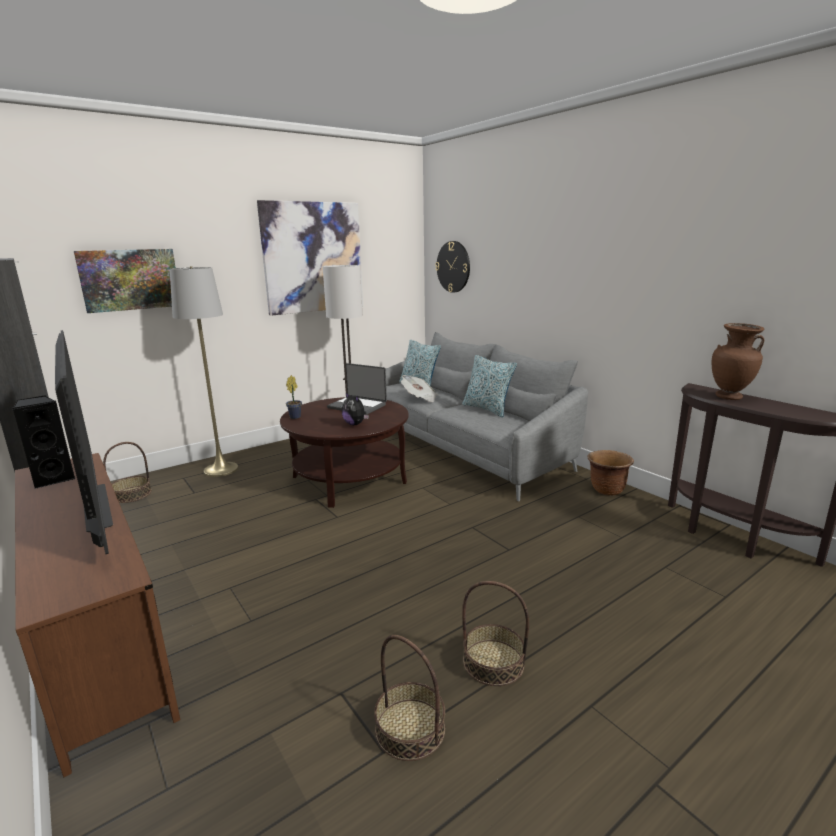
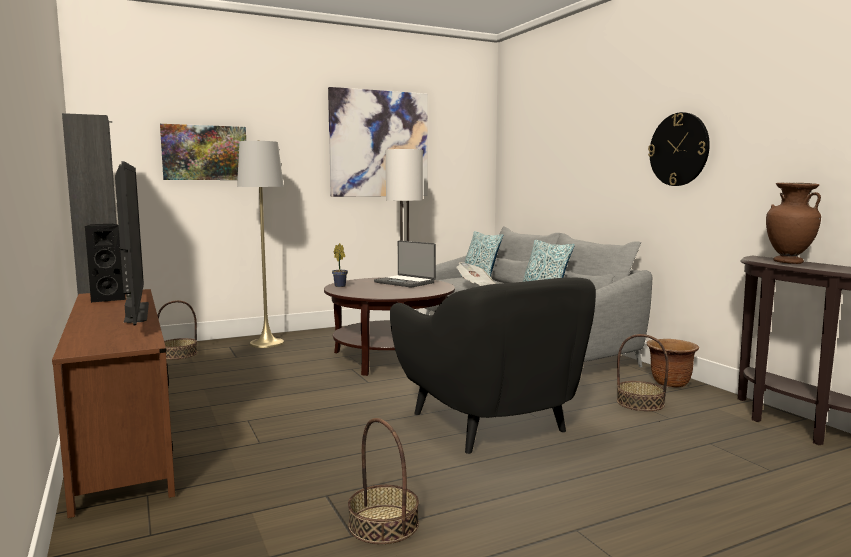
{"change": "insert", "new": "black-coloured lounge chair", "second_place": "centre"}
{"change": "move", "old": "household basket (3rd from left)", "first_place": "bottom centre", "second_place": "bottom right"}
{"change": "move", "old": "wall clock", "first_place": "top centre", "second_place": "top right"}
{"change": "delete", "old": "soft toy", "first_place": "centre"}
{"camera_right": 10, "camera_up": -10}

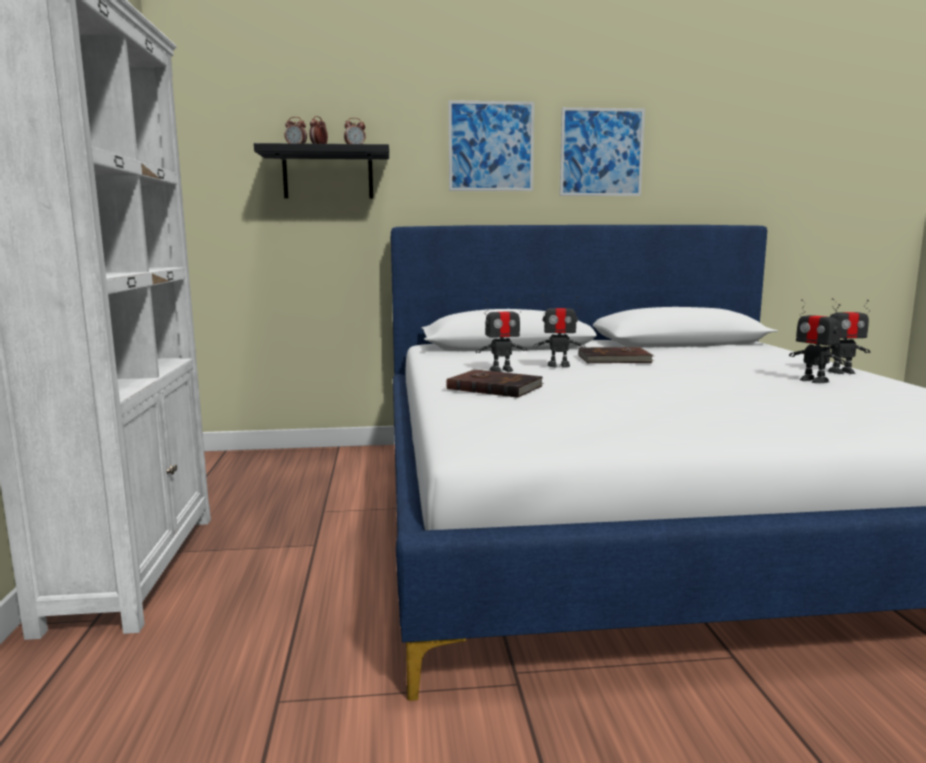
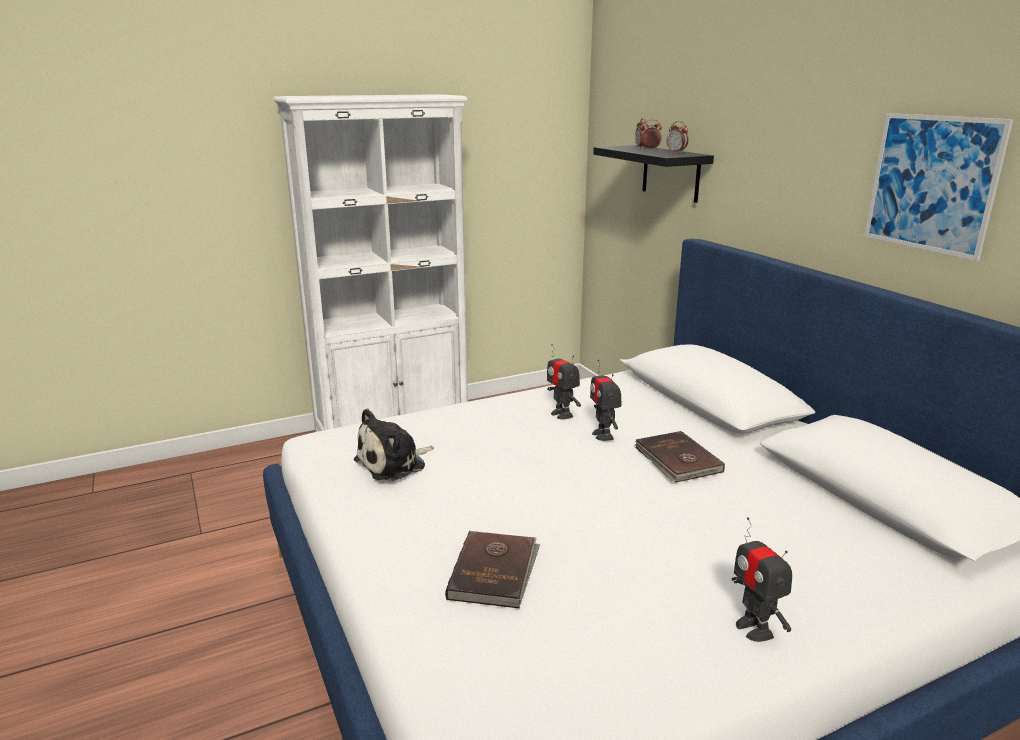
{"change": "insert", "new": "soft toy", "second_place": "centre"}
{"change": "move", "old": "brown-coloured book (1st from left)", "first_place": "centre", "second_place": "bottom centre"}
{"change": "delete", "old": "picture (1st from left)", "first_place": "top centre"}
{"change": "delete", "old": "robot figure (3rd from left)", "first_place": "middle right"}
{"camera_right": 70, "camera_up": 10}

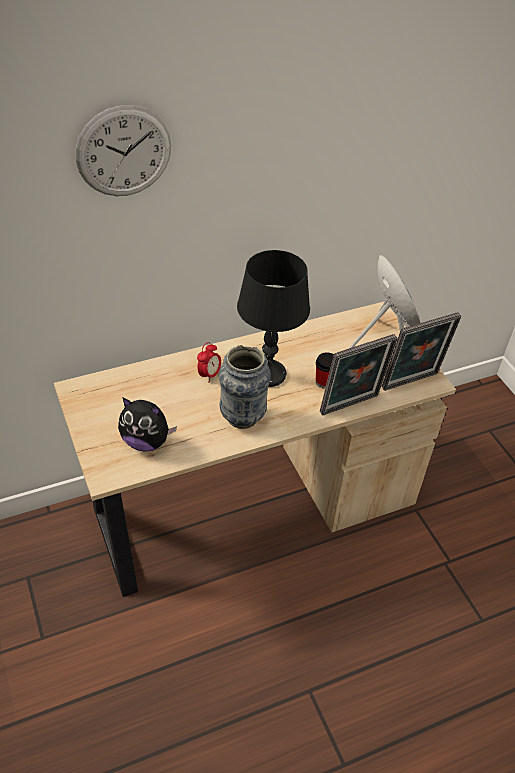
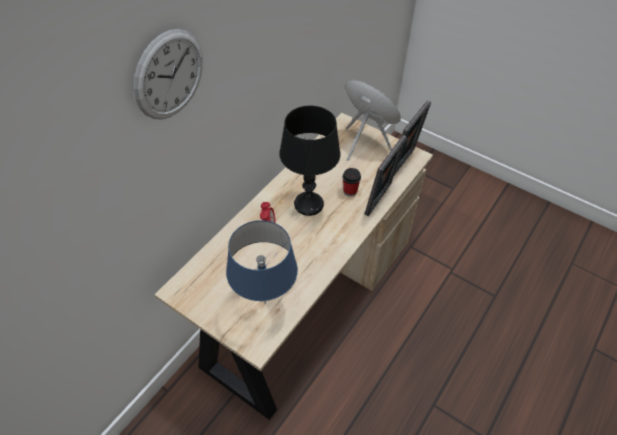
{"change": "replace", "old": "soft toy", "new": "bluish lamp for a table", "first_place": "middle left", "second_place": "centre"}
{"change": "delete", "old": "decorative vase", "first_place": "centre"}
{"camera_right": -30, "camera_up": 5}

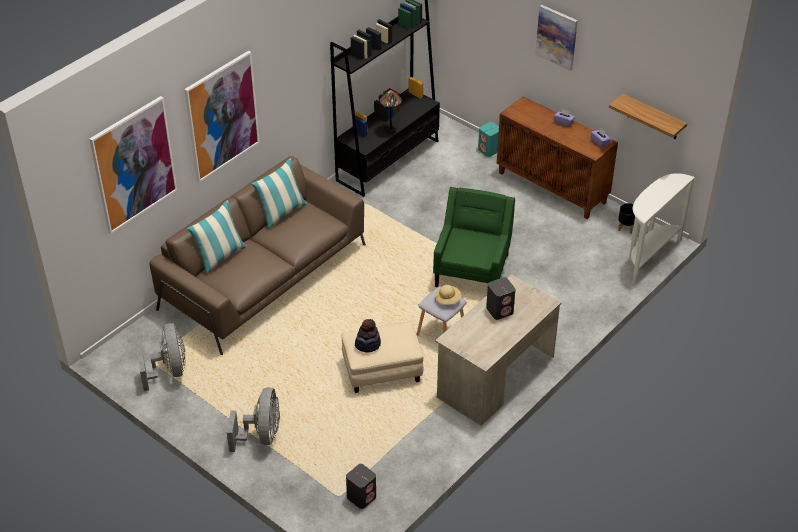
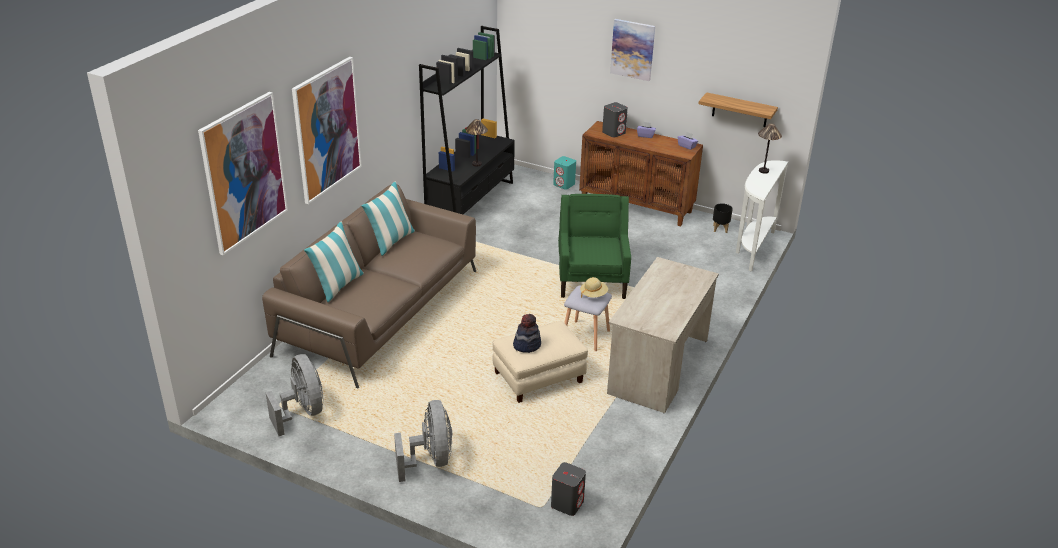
{"change": "move", "old": "greyish loudspeaker (2nd from left)", "first_place": "centre", "second_place": "top centre"}
{"change": "insert", "new": "lamp for a table (2nd from left)", "second_place": "top right"}
{"camera_right": -15, "camera_up": -10}

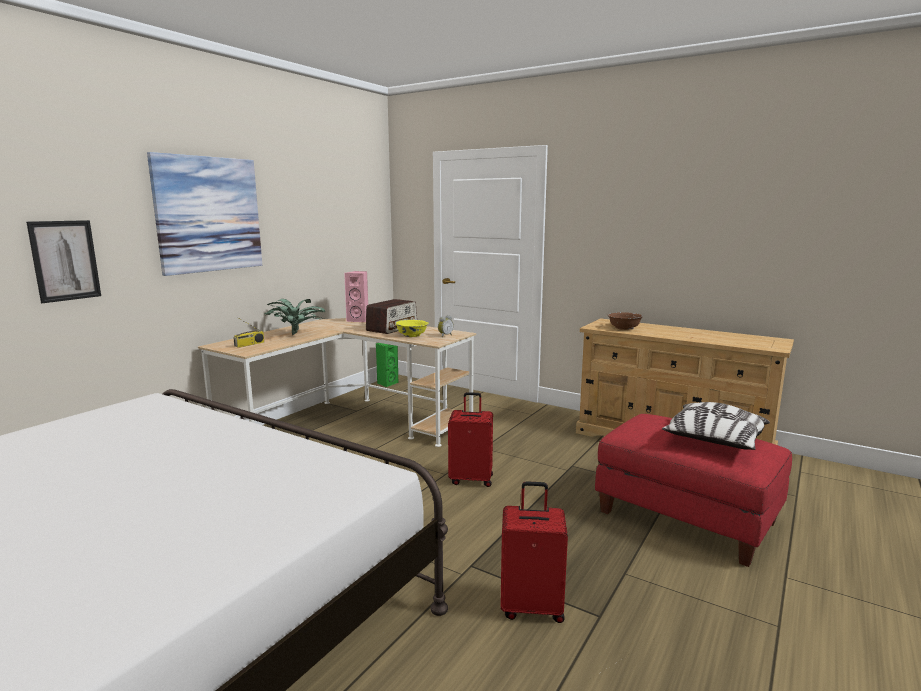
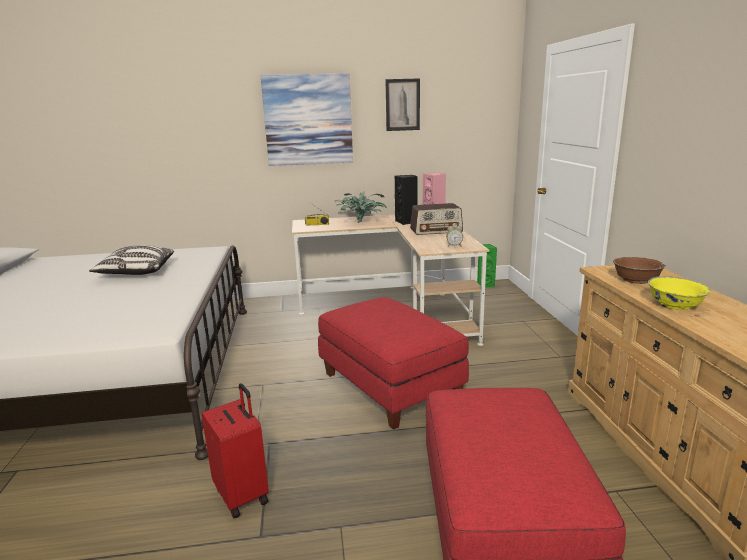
{"change": "move", "old": "pillow", "first_place": "middle right", "second_place": "middle left"}
{"change": "replace", "old": "reddish suitcase (1st from left)", "new": "reddish footrest (1st from left)", "first_place": "centre", "second_place": "centre"}
{"change": "move", "old": "picture (1st from left in the first image)", "new": "picture (2nd from left)", "first_place": "middle left", "second_place": "top centre"}
{"change": "insert", "new": "black-coloured loudspeaker", "second_place": "centre"}
{"change": "move", "old": "yellow deep dish", "first_place": "centre", "second_place": "middle right"}
{"camera_right": 50, "camera_up": 5}

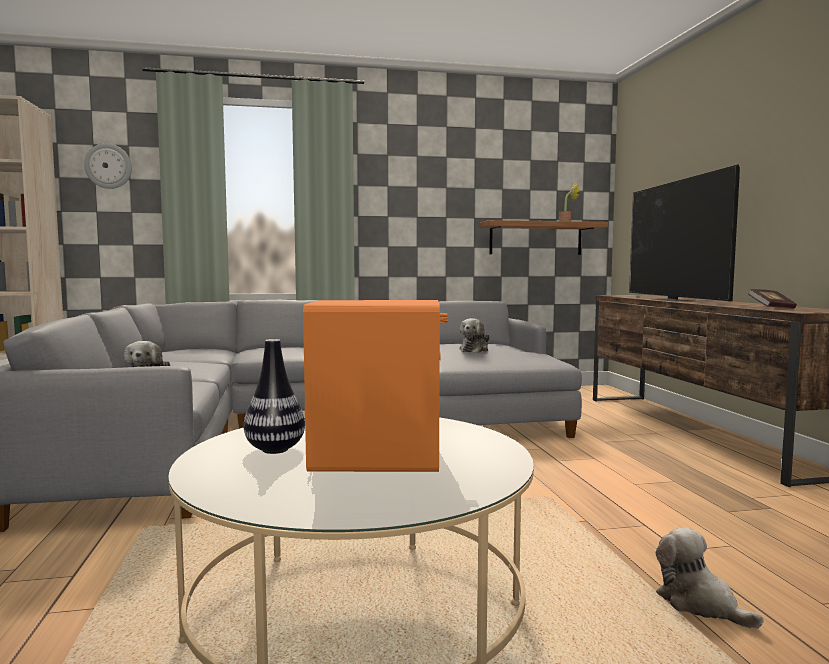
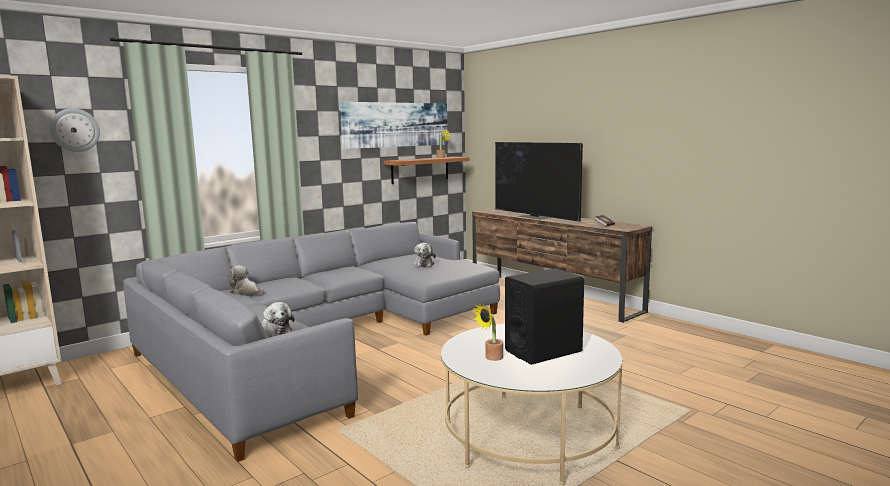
{"change": "move", "old": "soft toy (3rd from left in the first image)", "new": "soft toy (1st from left)", "first_place": "bottom right", "second_place": "middle left"}
{"change": "insert", "new": "picture", "second_place": "top centre"}
{"change": "replace", "old": "decorative vase", "new": "plant in a pot (2nd from left)", "first_place": "middle left", "second_place": "bottom centre"}
{"change": "recolor", "old": "orangey loudspeaker", "new": "black-coloured loudspeaker", "first_place": "centre", "second_place": "centre"}
{"camera_right": -30, "camera_up": 5}

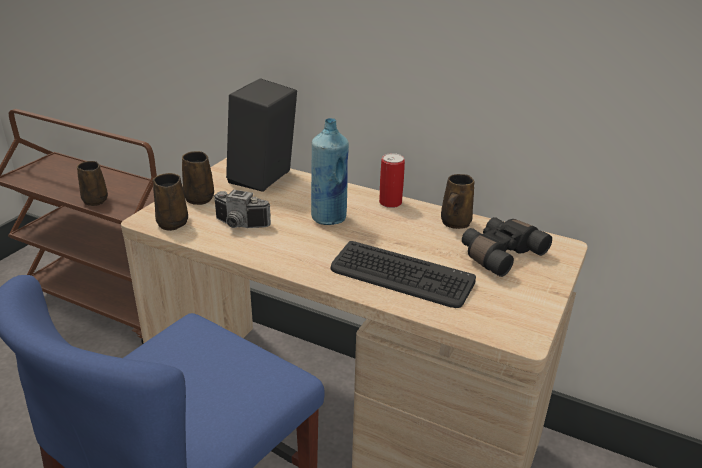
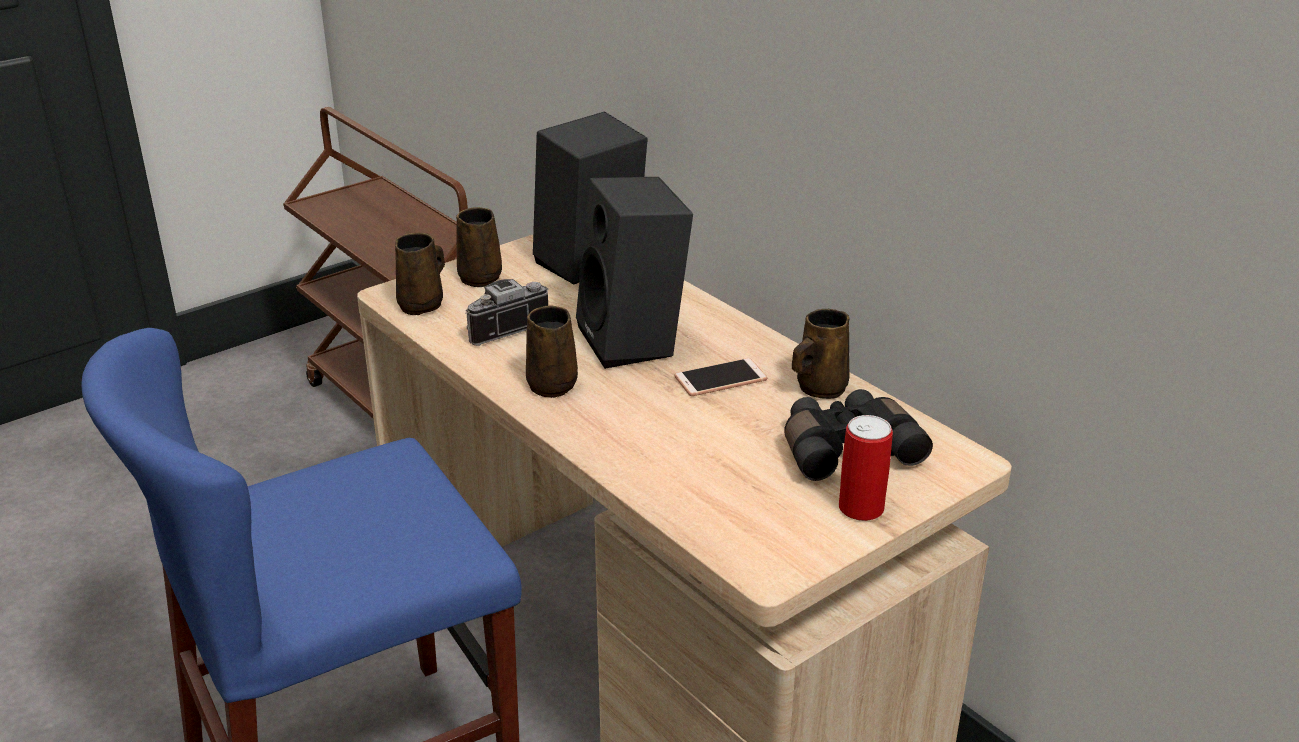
{"change": "rotate", "old": "photo camera", "first_place": "centre", "second_place": "centre", "degrees": 105}
{"change": "move", "old": "brown-coloured coffee mug (1st from left in the first image)", "new": "brown-coloured coffee mug (3rd from left)", "first_place": "middle left", "second_place": "centre"}
{"change": "replace", "old": "bluish drink bottle", "new": "black-coloured loudspeaker (2nd from left)", "first_place": "centre", "second_place": "centre"}
{"change": "insert", "new": "phone", "second_place": "centre"}
{"change": "move", "old": "metal can", "first_place": "centre", "second_place": "middle right"}
{"change": "delete", "old": "PC keyboard", "first_place": "centre"}
{"camera_right": 25, "camera_up": 0}

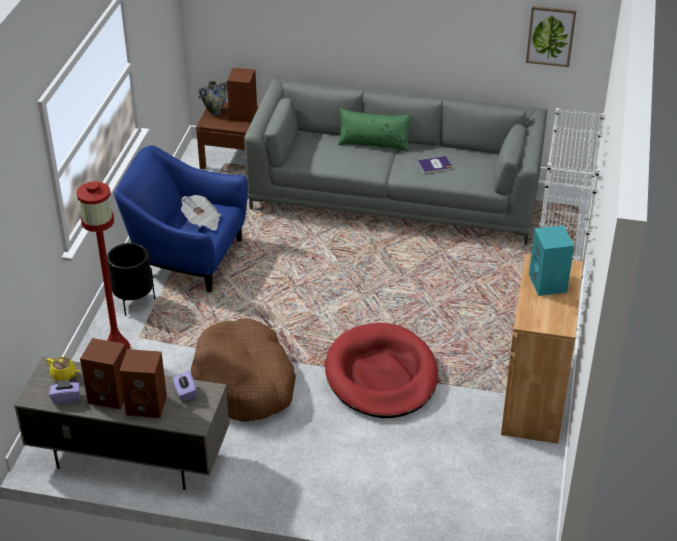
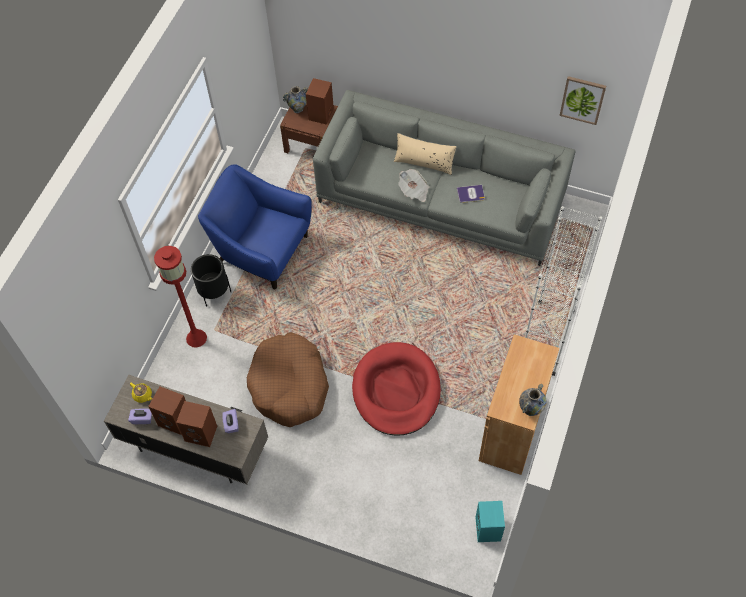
{"change": "recolor", "old": "green-coloured pillow", "new": "sand-coloured pillow", "first_place": "top centre", "second_place": "top centre"}
{"change": "move", "old": "newspaper", "first_place": "middle left", "second_place": "top centre"}
{"change": "move", "old": "turquoise-coloured loudspeaker", "first_place": "middle right", "second_place": "bottom centre"}
{"change": "insert", "new": "decorative vase (2nd from left)", "second_place": "bottom right"}
{"camera_right": 10, "camera_up": 20}

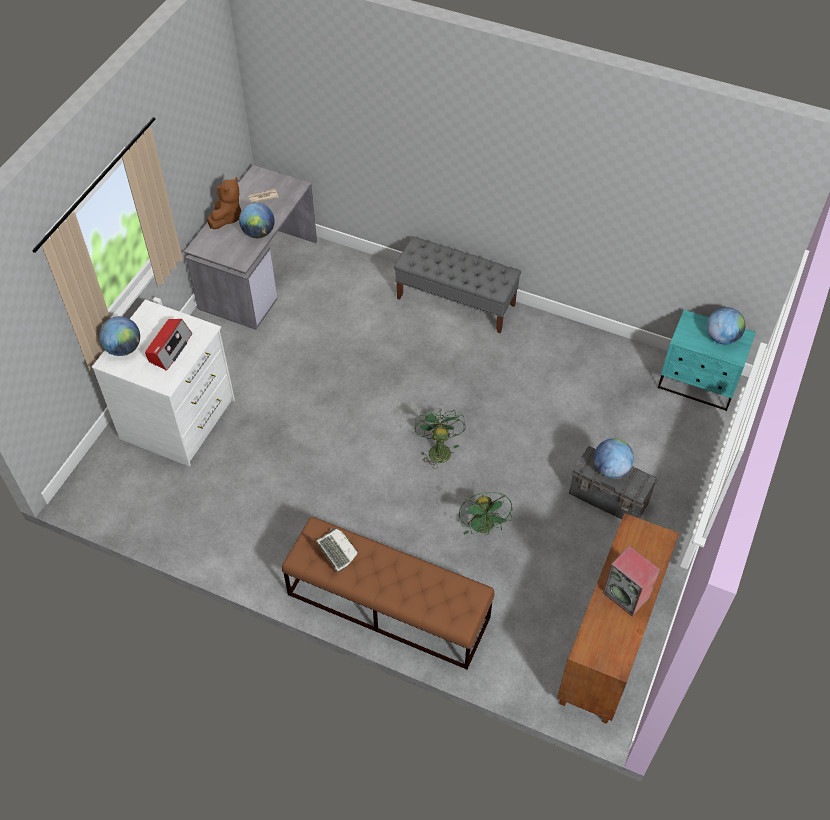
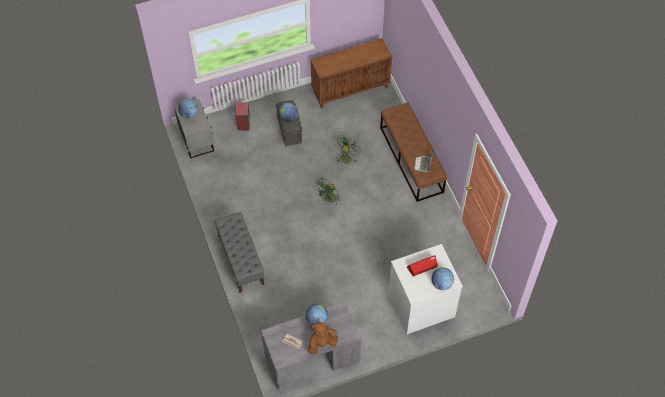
{"change": "recolor", "old": "turquoise-coloured night table", "new": "greyish night table", "first_place": "middle right", "second_place": "top left"}
{"change": "move", "old": "loudspeaker", "first_place": "bottom right", "second_place": "top centre"}
{"camera_right": -135, "camera_up": 5}

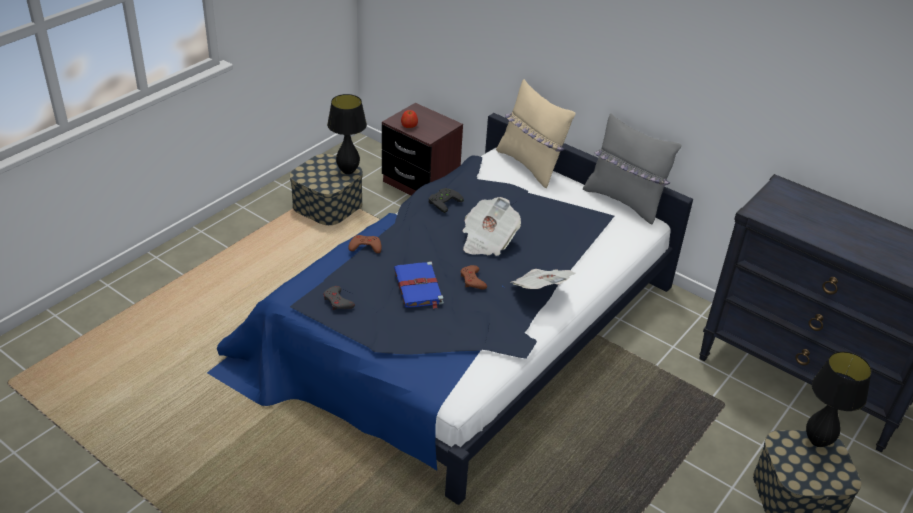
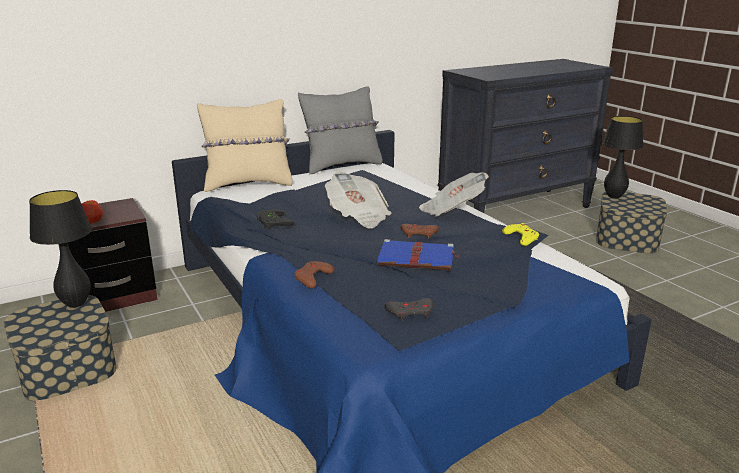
{"change": "insert", "new": "yellow joypad", "second_place": "middle right"}
{"camera_right": -65, "camera_up": -15}

